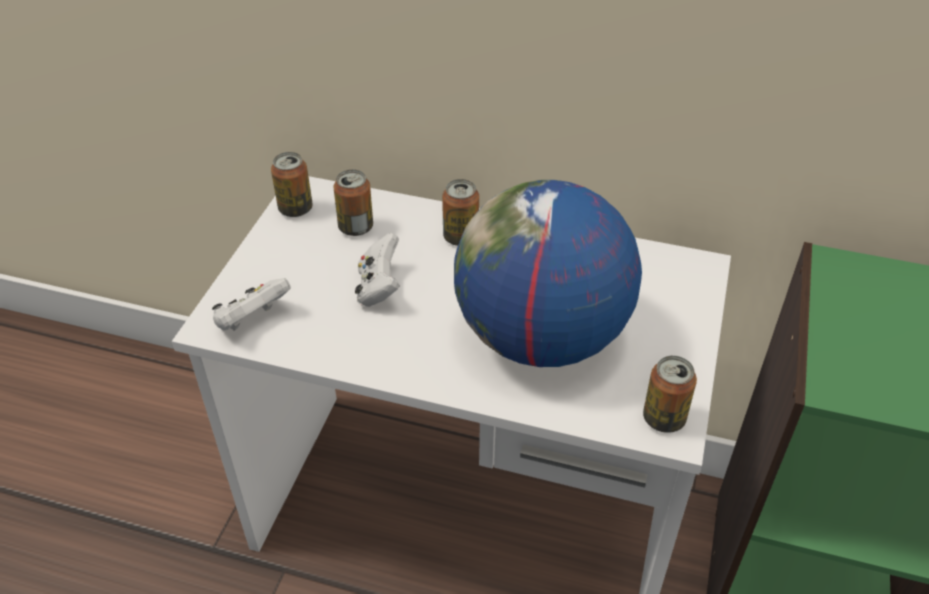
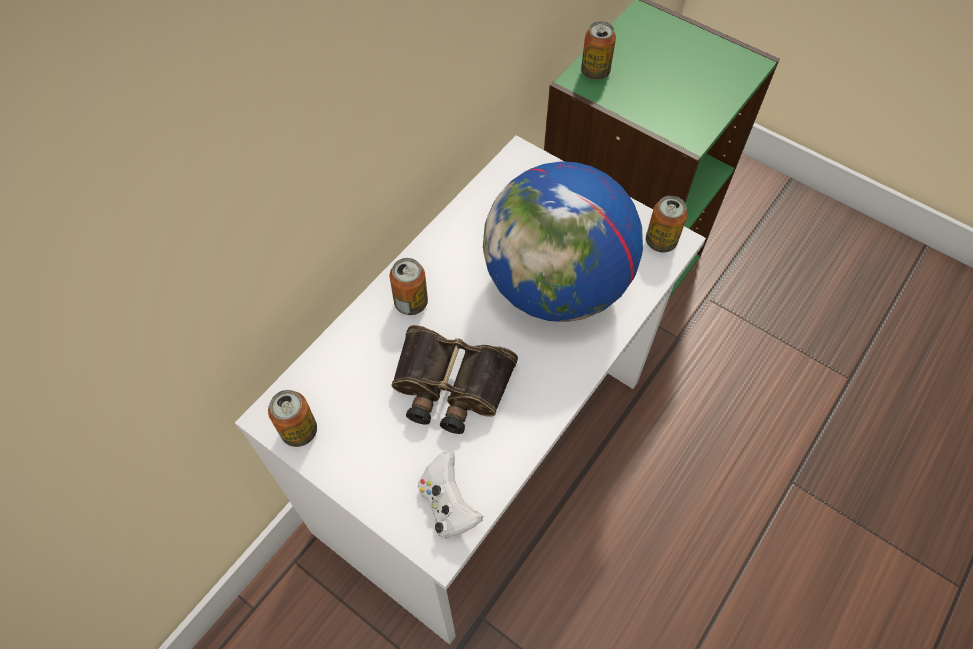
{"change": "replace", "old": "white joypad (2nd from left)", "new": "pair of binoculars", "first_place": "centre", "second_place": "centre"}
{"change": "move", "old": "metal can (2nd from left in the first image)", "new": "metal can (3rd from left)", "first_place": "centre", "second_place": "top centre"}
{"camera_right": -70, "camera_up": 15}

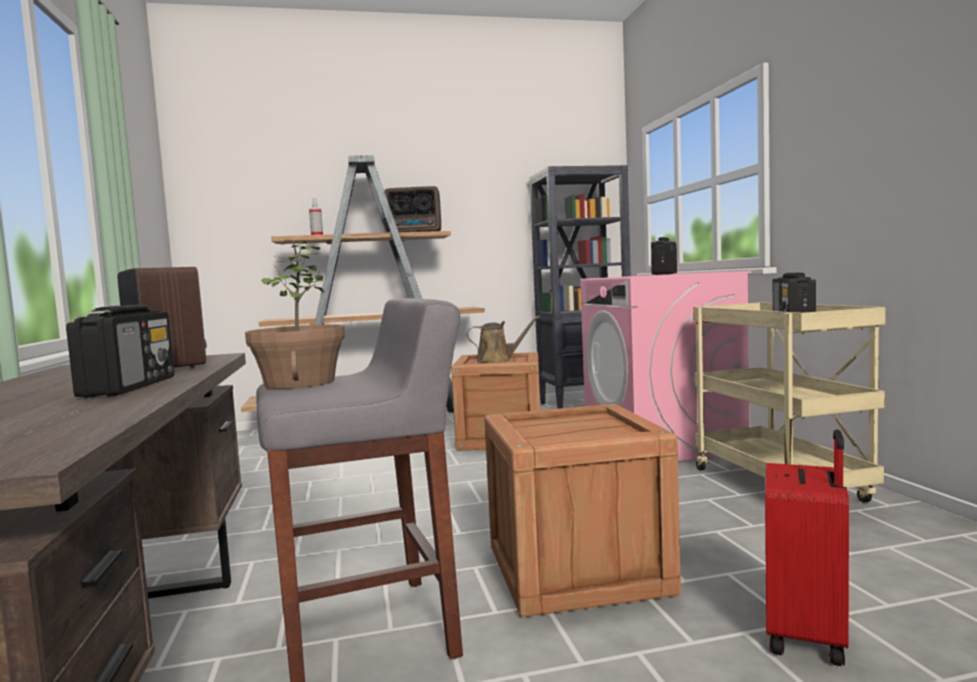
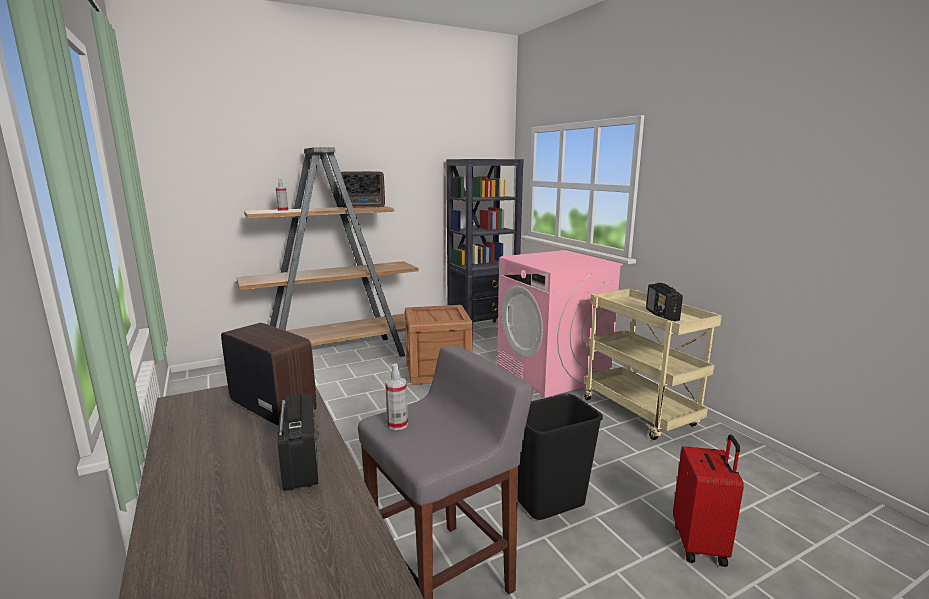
{"change": "replace", "old": "plant in a pot", "new": "sprayer (2nd from left)", "first_place": "middle left", "second_place": "centre"}
{"change": "replace", "old": "crate (2nd from left)", "new": "black-coloured rubbish bin", "first_place": "bottom centre", "second_place": "bottom centre"}
{"change": "delete", "old": "brown-coloured sprinkling can", "first_place": "centre"}
{"change": "delete", "old": "radio set (4th from left)", "first_place": "middle right"}
{"camera_right": -15, "camera_up": 10}

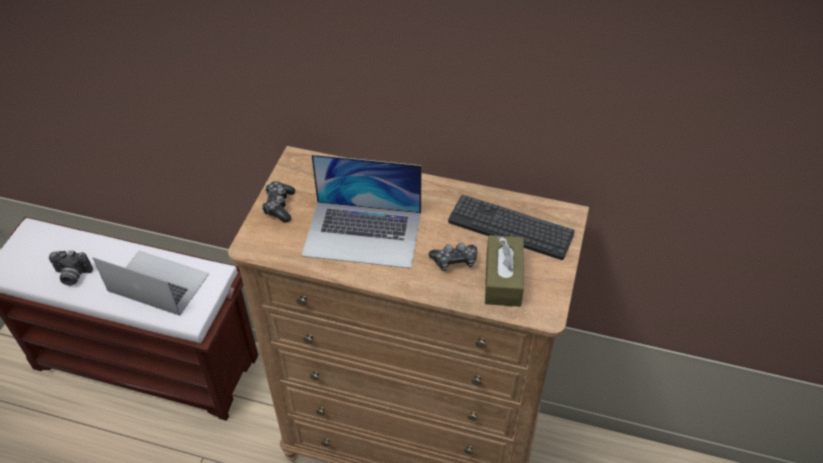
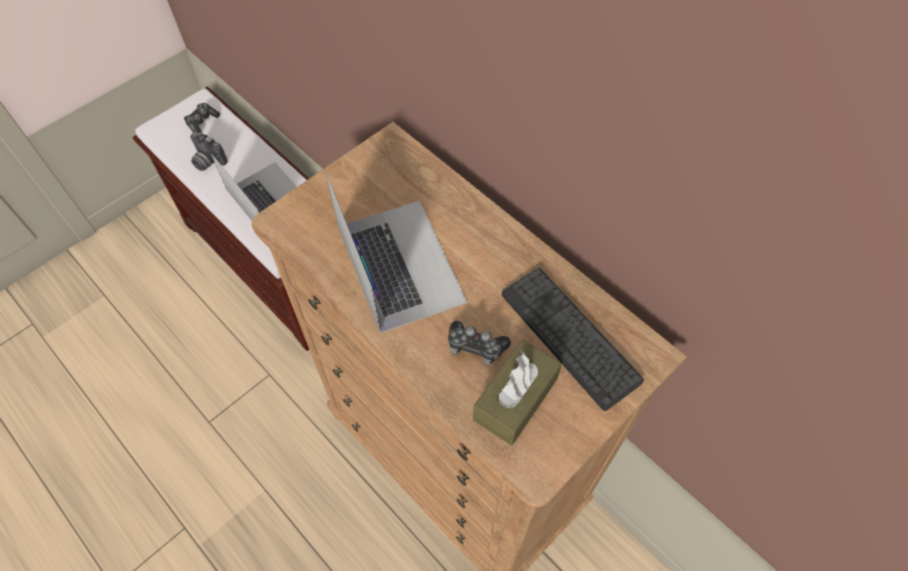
{"change": "move", "old": "joypad (1st from left)", "first_place": "centre", "second_place": "top left"}
{"change": "rotate", "old": "notebook computer (2nd from left)", "first_place": "centre", "second_place": "centre", "degrees": -150}
{"camera_right": 30, "camera_up": 10}

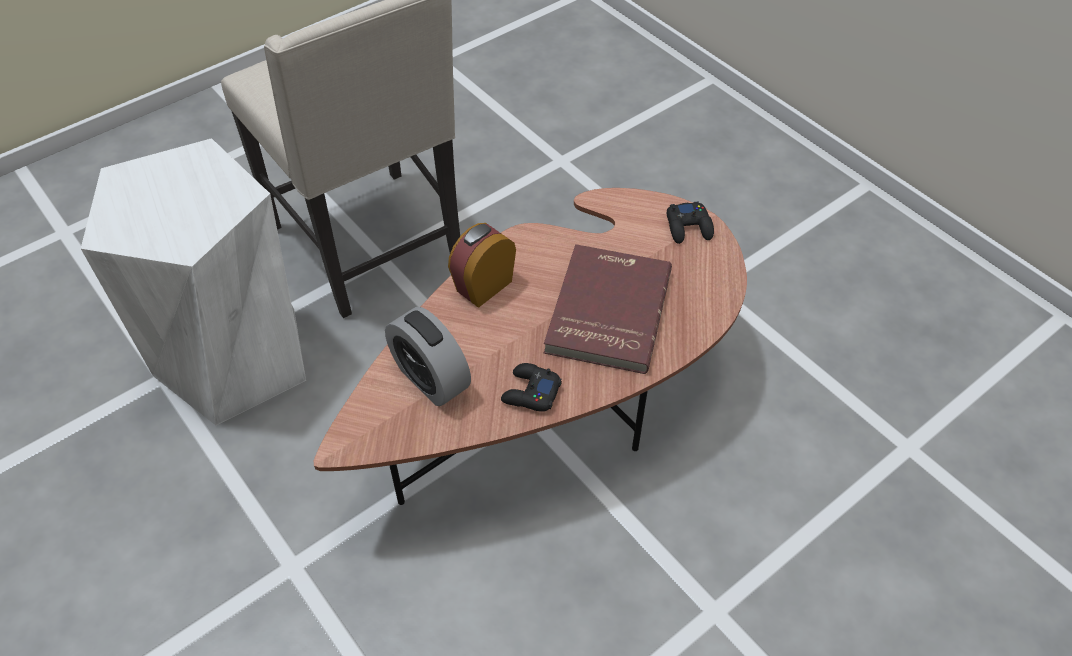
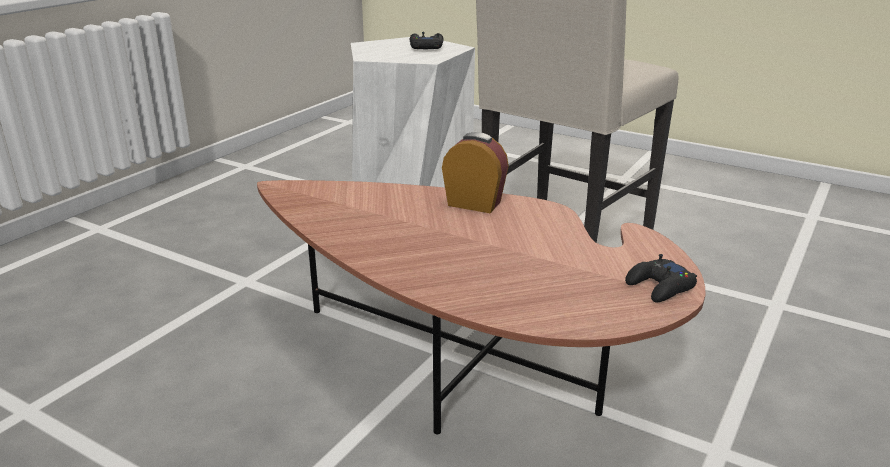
{"change": "move", "old": "black-coloured joypad (1st from left)", "first_place": "centre", "second_place": "top centre"}
{"change": "delete", "old": "bedside clock (1st from left)", "first_place": "centre"}
{"change": "delete", "old": "reddish book", "first_place": "centre"}
{"camera_right": 70, "camera_up": -25}

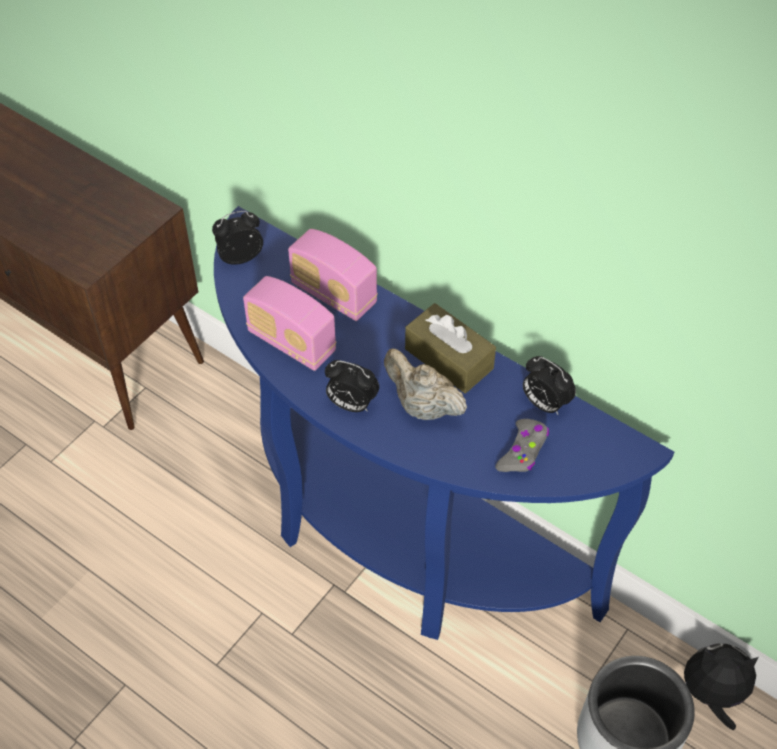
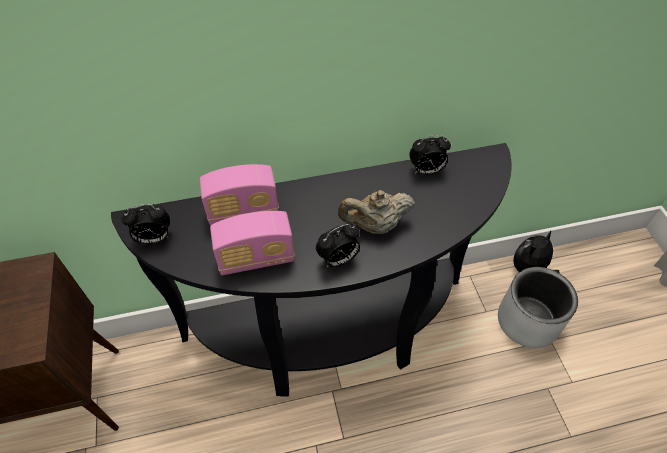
{"change": "recolor", "old": "bluish hall table", "new": "black-coloured hall table", "first_place": "centre", "second_place": "centre"}
{"change": "rotate", "old": "bedside clock (1st from left)", "first_place": "top left", "second_place": "middle left", "degrees": -120}
{"change": "delete", "old": "brown-coloured box of tissues", "first_place": "centre"}
{"change": "delete", "old": "greyish joypad", "first_place": "middle right"}
{"camera_right": -50, "camera_up": 0}

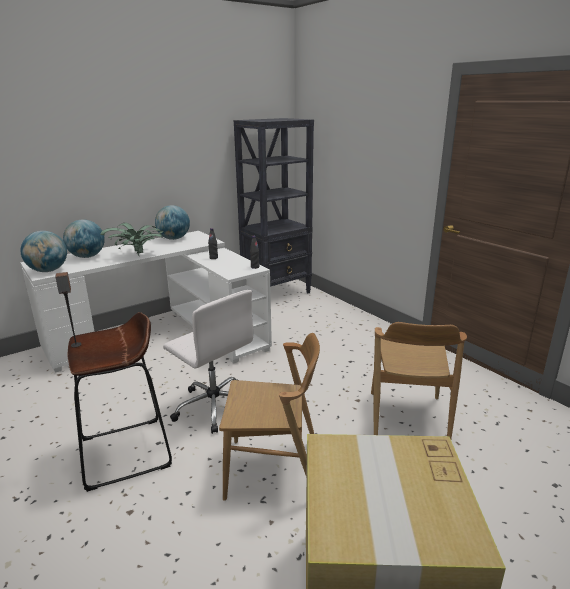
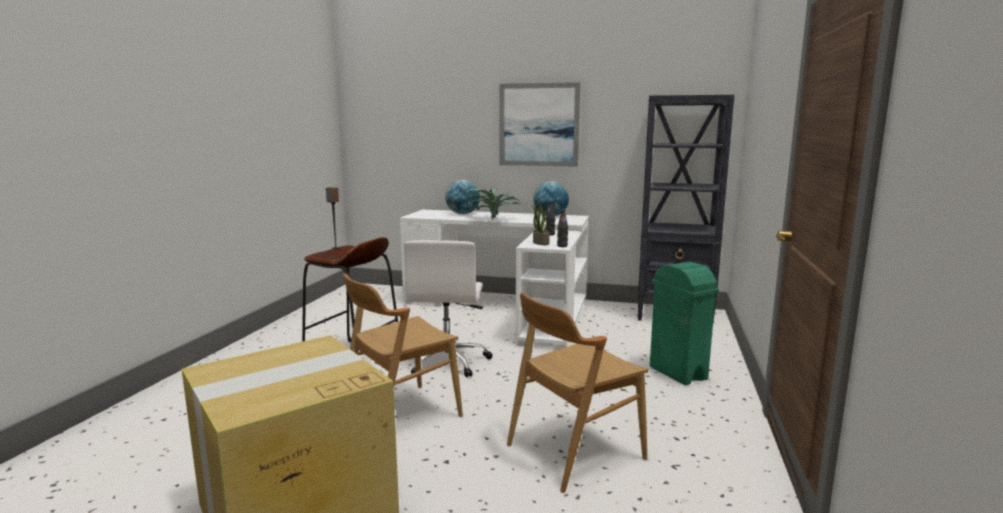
{"change": "rotate", "old": "brown-coloured plain chair (1st from left)", "first_place": "bottom centre", "second_place": "bottom centre", "degrees": 90}
{"change": "insert", "new": "picture", "second_place": "top centre"}
{"change": "insert", "new": "plant in a pot (2nd from left)", "second_place": "centre"}
{"change": "insert", "new": "green-coloured rubbish bin", "second_place": "middle right"}
{"change": "delete", "old": "world globe (1st from left)", "first_place": "middle left"}
{"camera_right": 50, "camera_up": -10}

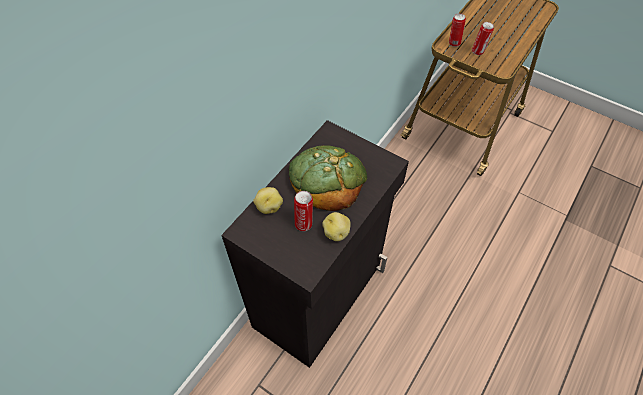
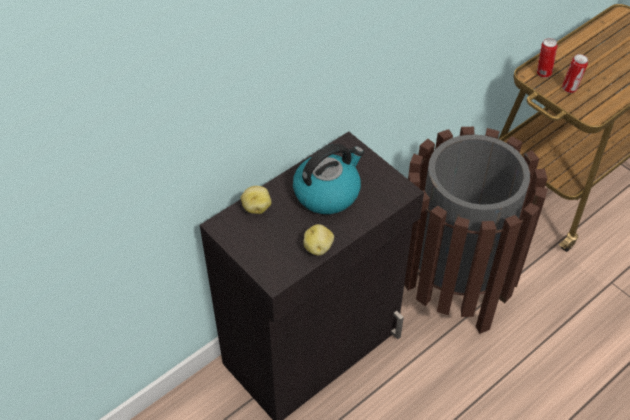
{"change": "replace", "old": "baked bread", "new": "tea kettle", "first_place": "centre", "second_place": "centre"}
{"change": "insert", "new": "brown-coloured rubbish bin", "second_place": "middle right"}
{"change": "delete", "old": "metal can (1st from left)", "first_place": "centre"}
{"camera_right": 15, "camera_up": -5}

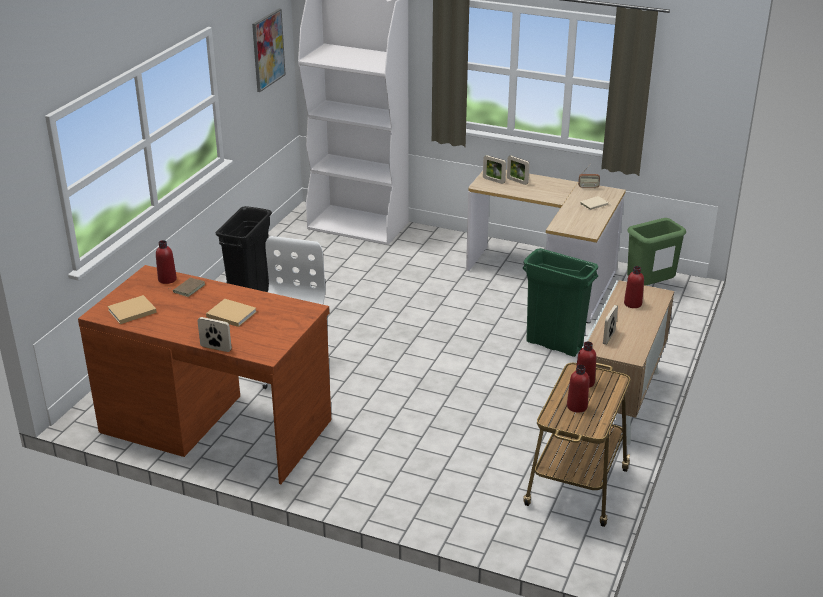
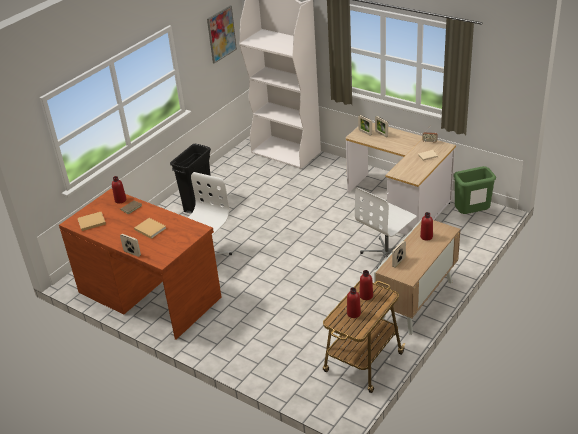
{"change": "replace", "old": "green-coloured rubbish bin (1st from left)", "new": "white office chair (2nd from left)", "first_place": "middle right", "second_place": "middle right"}
{"camera_right": 15, "camera_up": 5}

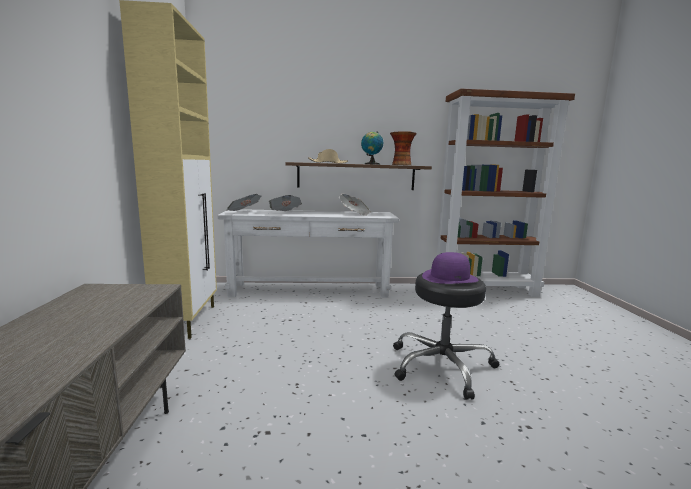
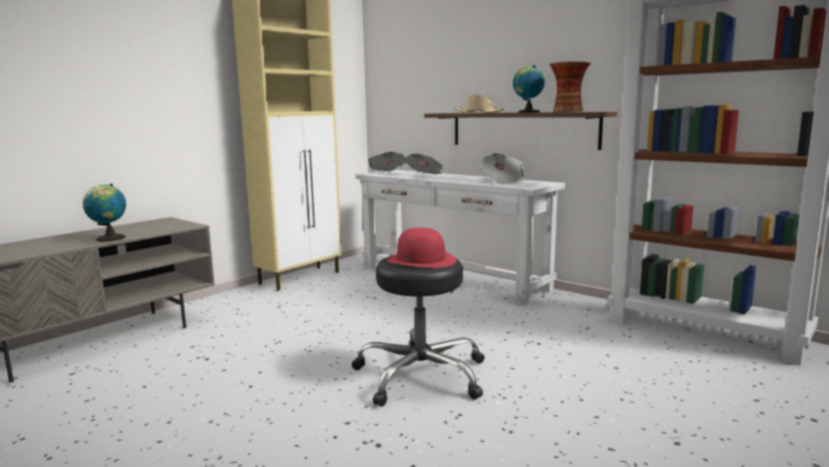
{"change": "insert", "new": "world globe (1st from left)", "second_place": "middle left"}
{"change": "recolor", "old": "purplish clothing hat", "new": "reddish clothing hat", "first_place": "centre", "second_place": "centre"}
{"camera_right": 45, "camera_up": 0}

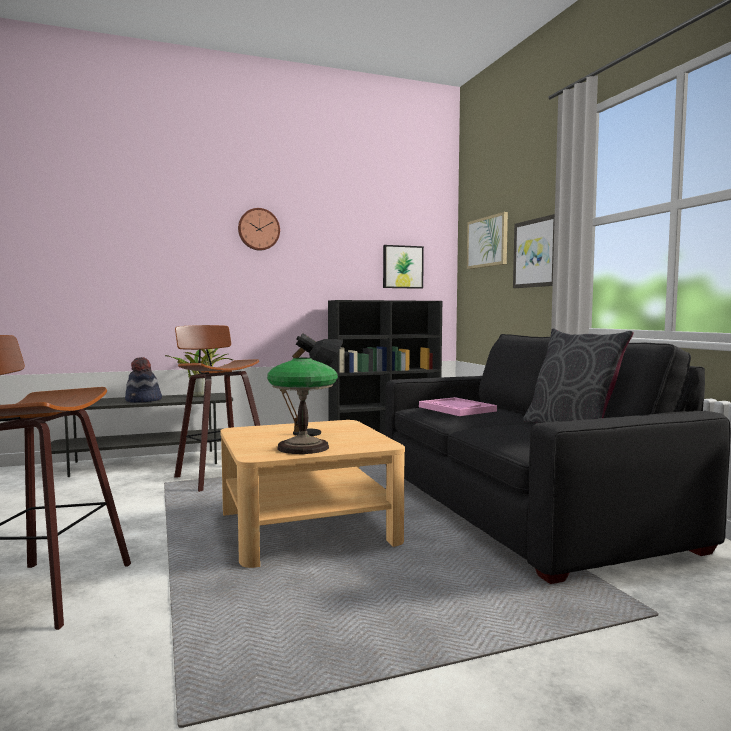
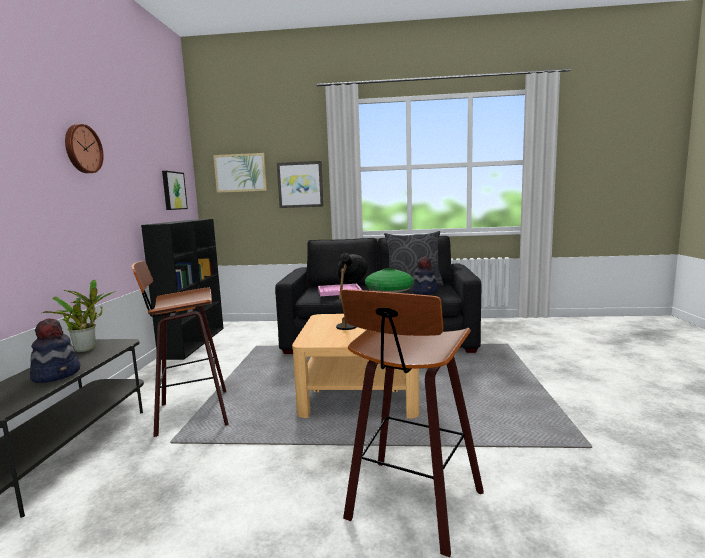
{"change": "insert", "new": "clothing hat (2nd from left)", "second_place": "centre"}
{"camera_right": -65, "camera_up": 5}

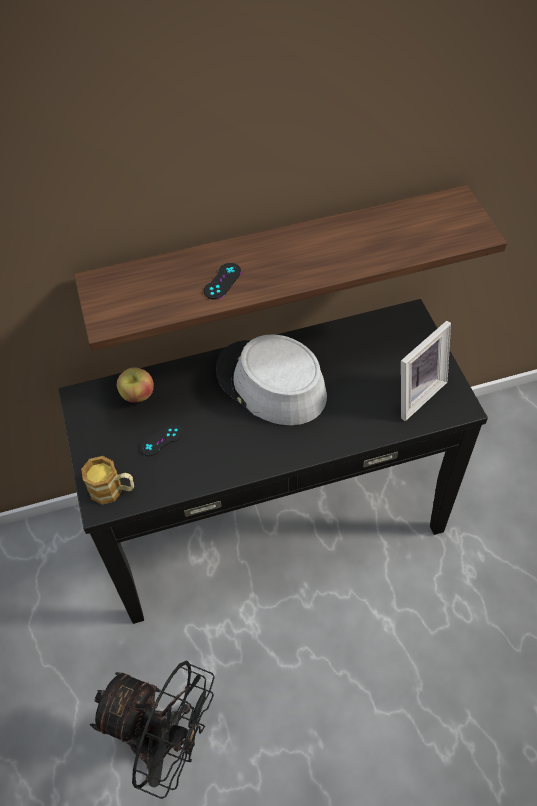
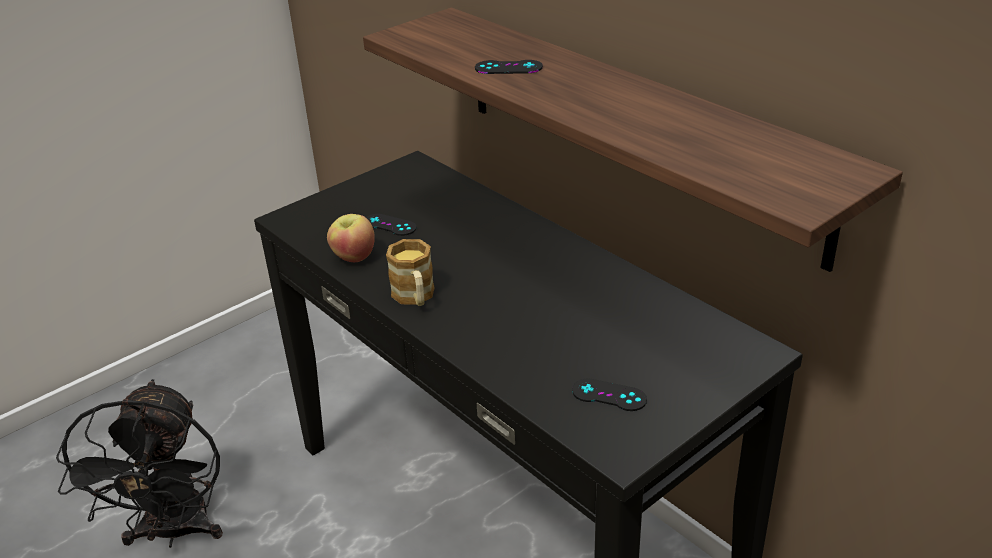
{"change": "move", "old": "apple", "first_place": "middle left", "second_place": "centre"}
{"change": "move", "old": "coffee mug", "first_place": "middle left", "second_place": "centre"}
{"change": "replace", "old": "picture frame", "new": "black-coloured joypad (3rd from left)", "first_place": "middle right", "second_place": "bottom centre"}
{"change": "delete", "old": "greyish clothing hat", "first_place": "centre"}
{"camera_right": 65, "camera_up": -20}

